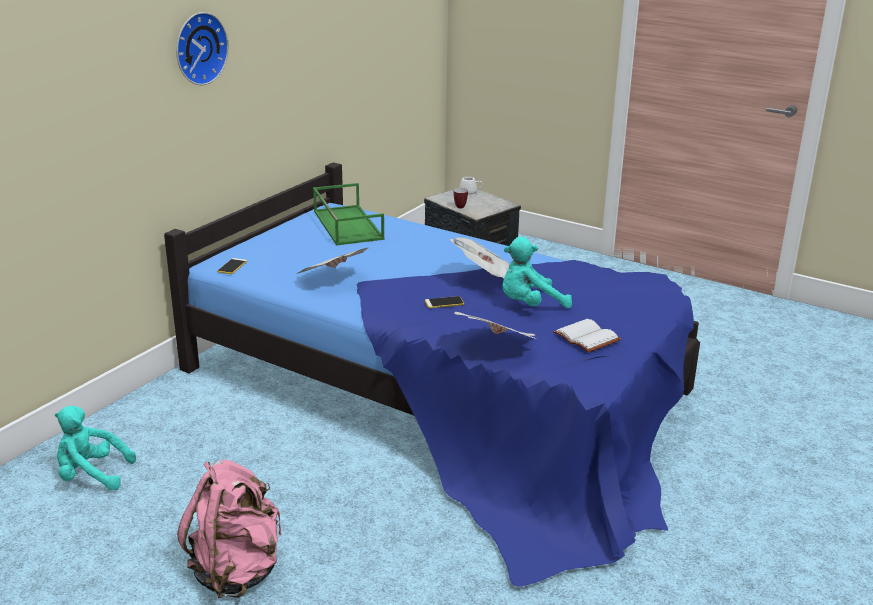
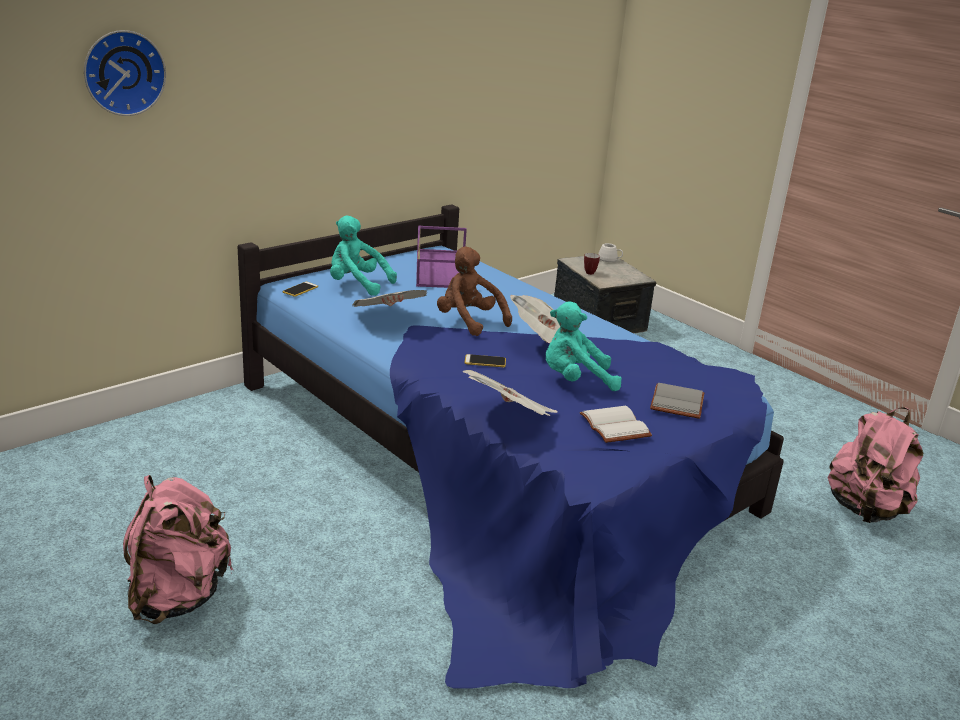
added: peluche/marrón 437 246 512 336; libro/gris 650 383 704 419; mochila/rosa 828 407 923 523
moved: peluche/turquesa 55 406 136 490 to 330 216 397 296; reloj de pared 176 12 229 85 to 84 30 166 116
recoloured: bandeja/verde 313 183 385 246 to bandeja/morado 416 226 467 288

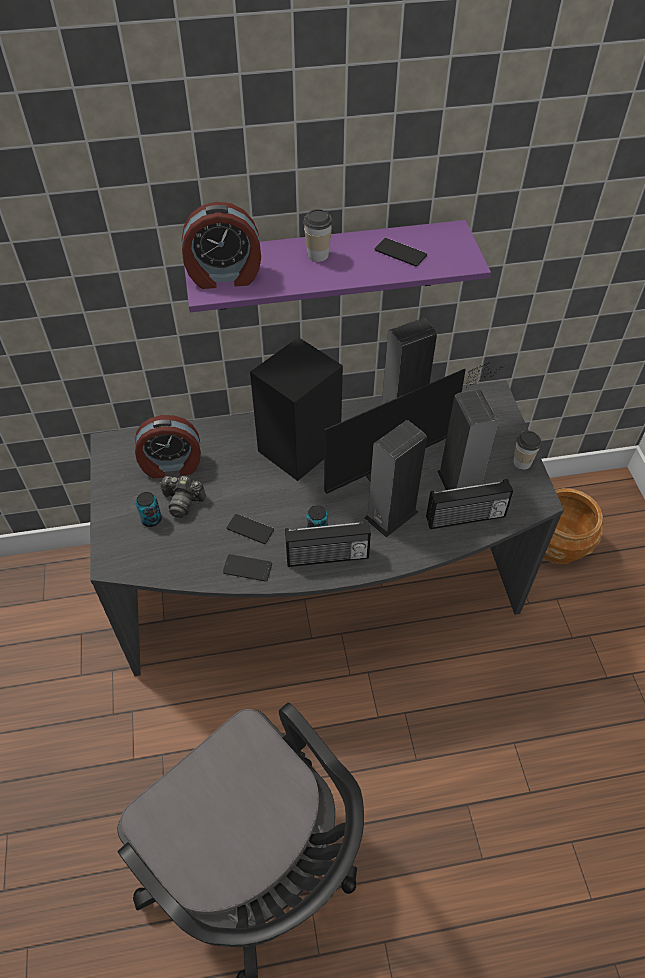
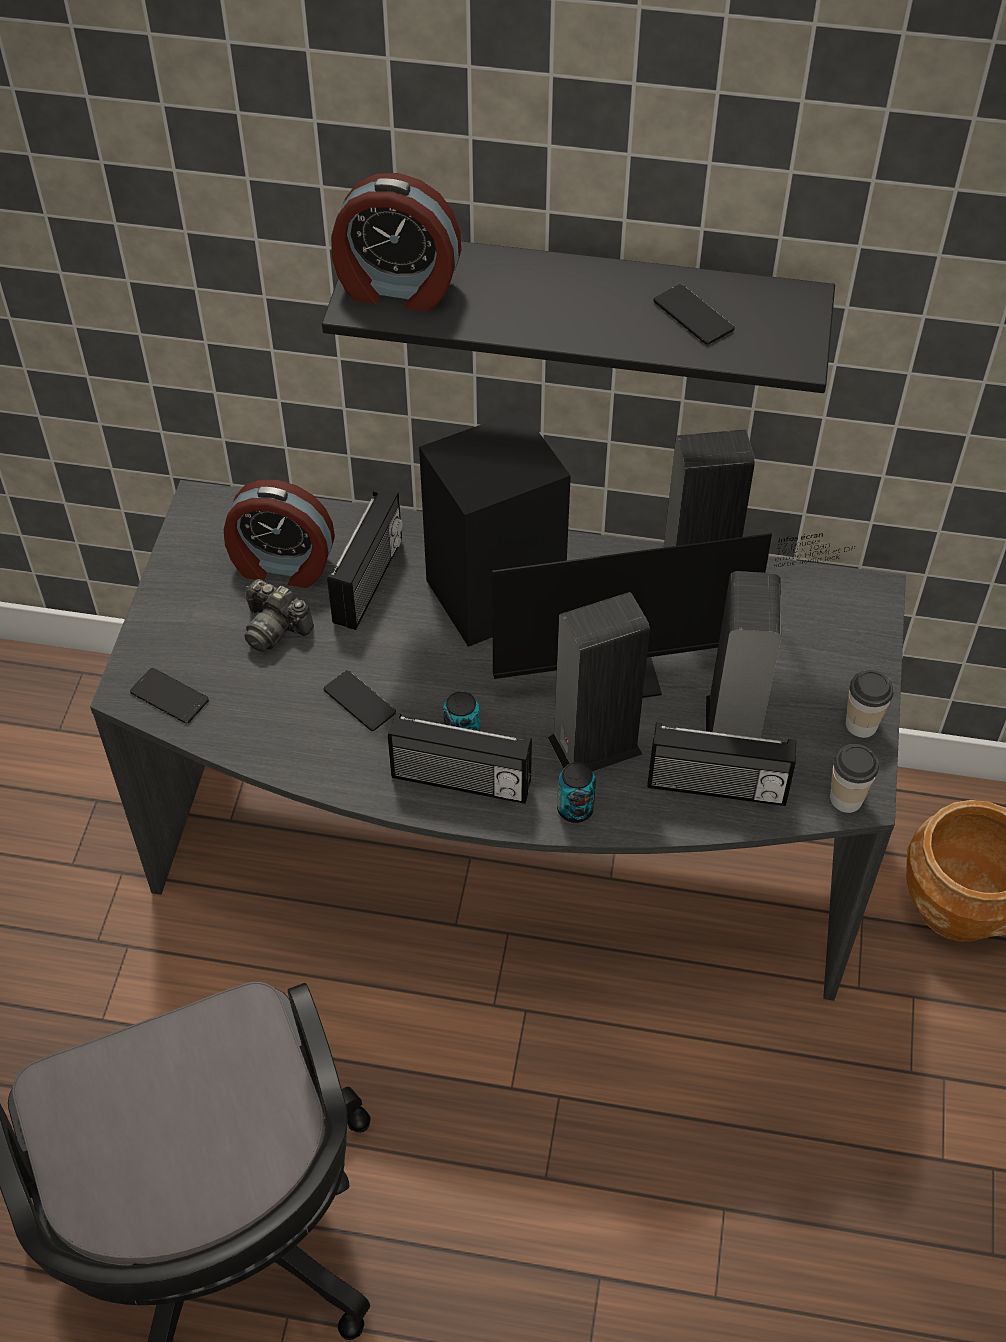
added: radio 327 487 403 630
moved: lata 136 492 162 527 to 557 762 596 823; móvil 223 554 272 581 to 130 668 209 724; taza 303 209 332 262 to 830 744 879 813
recoloured: estante/morado 184 220 491 312 to estante/negro 322 241 835 393

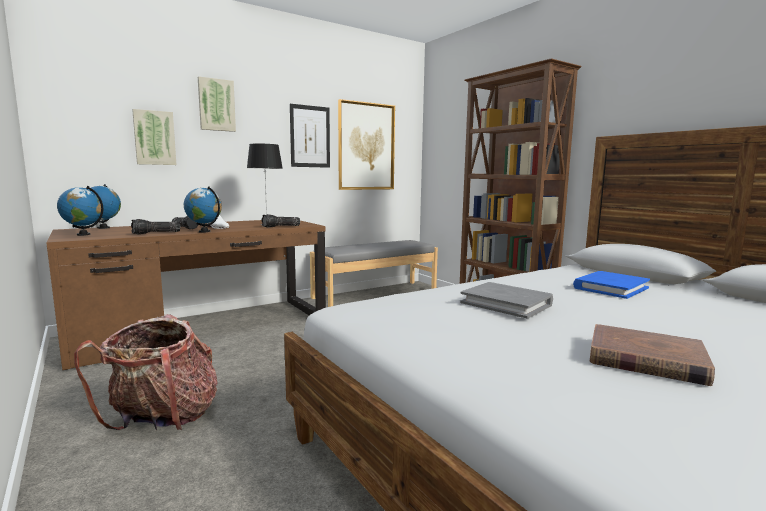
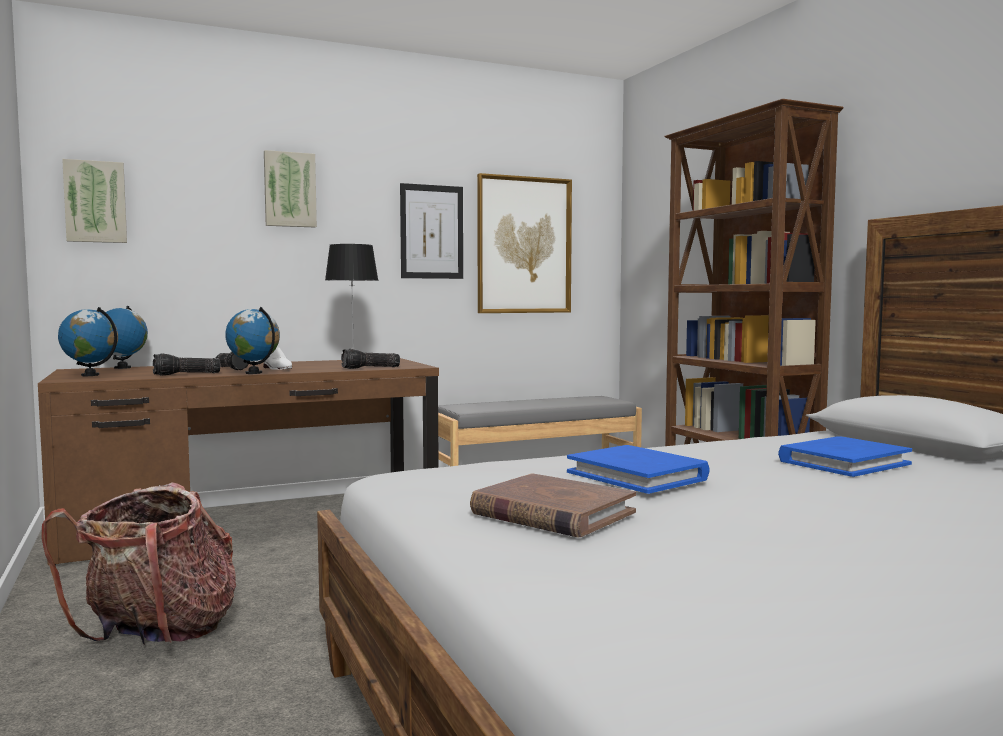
moved: cuadro 132 109 177 165 to 62 159 127 243; libro/marrón 590 324 715 386 to 470 473 636 537
recoloured: libro/gris 460 282 553 319 to libro/azul 567 445 709 494

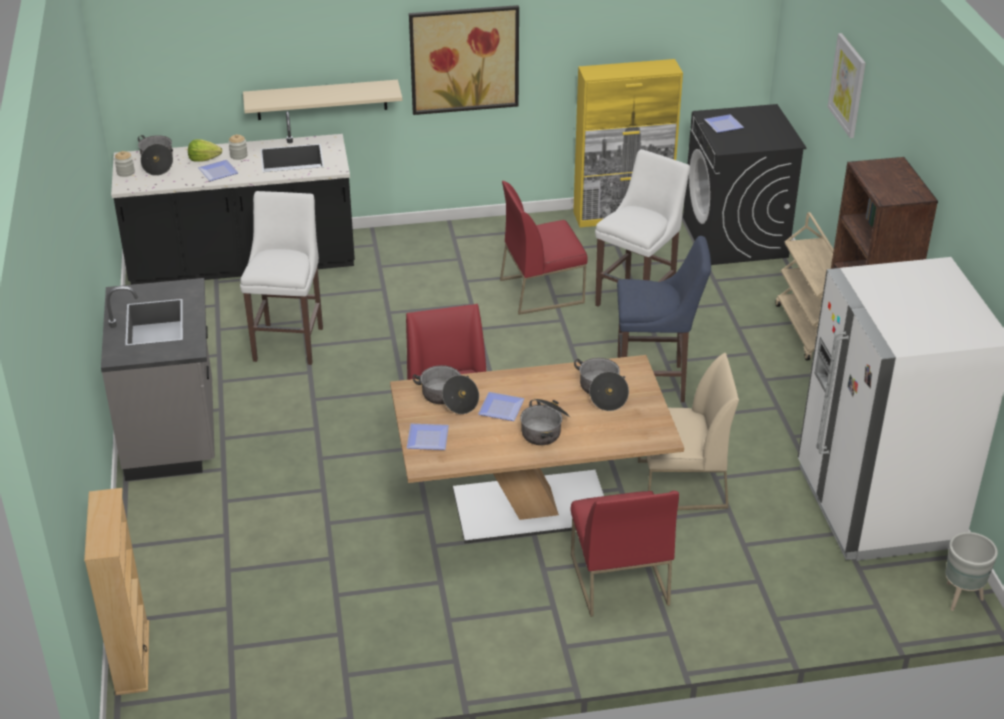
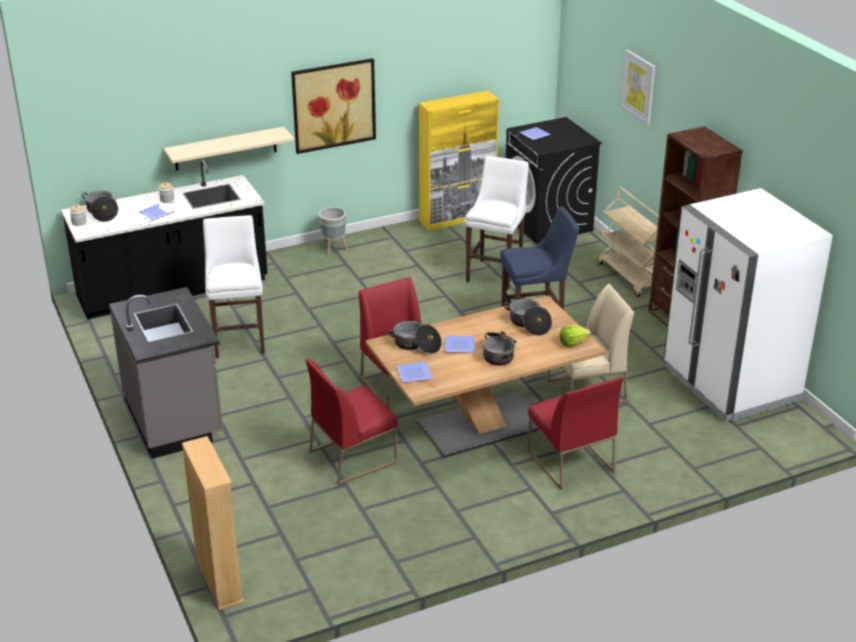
moved: lechuga 188 139 222 162 to 560 325 591 347; silla/rojo 500 181 587 315 to 305 359 398 485; maceta/gris 945 532 998 611 to 319 207 347 256

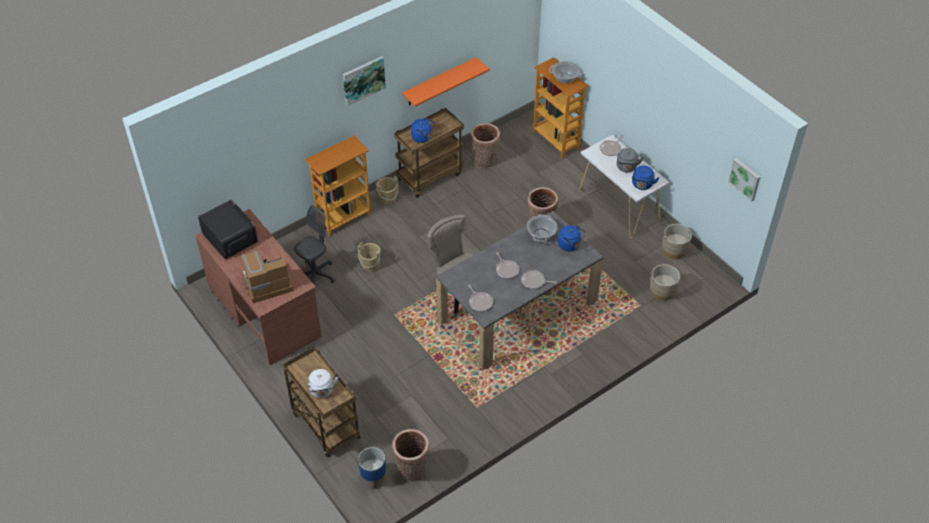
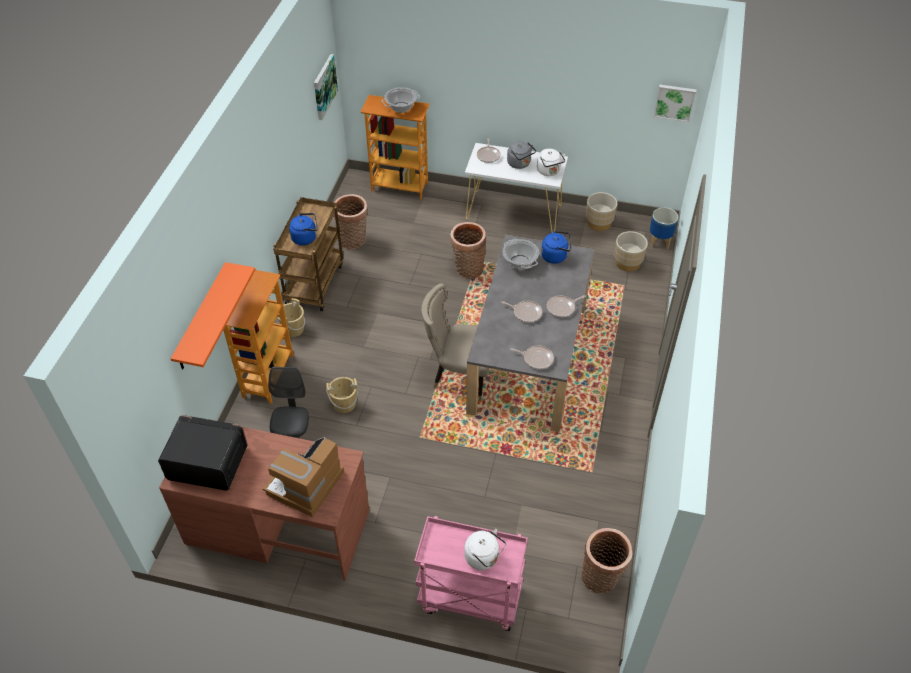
moved: cuadro 343 56 386 106 to 314 54 338 120; maceta 358 447 387 490 to 650 207 678 249; estante/naranja 402 57 490 107 to 170 262 255 370
recoloured: carrito/marrón 283 346 361 457 to carrito/rosa 414 516 528 631; hervidor/azul 632 165 659 190 to hervidor/blanco 537 149 565 176

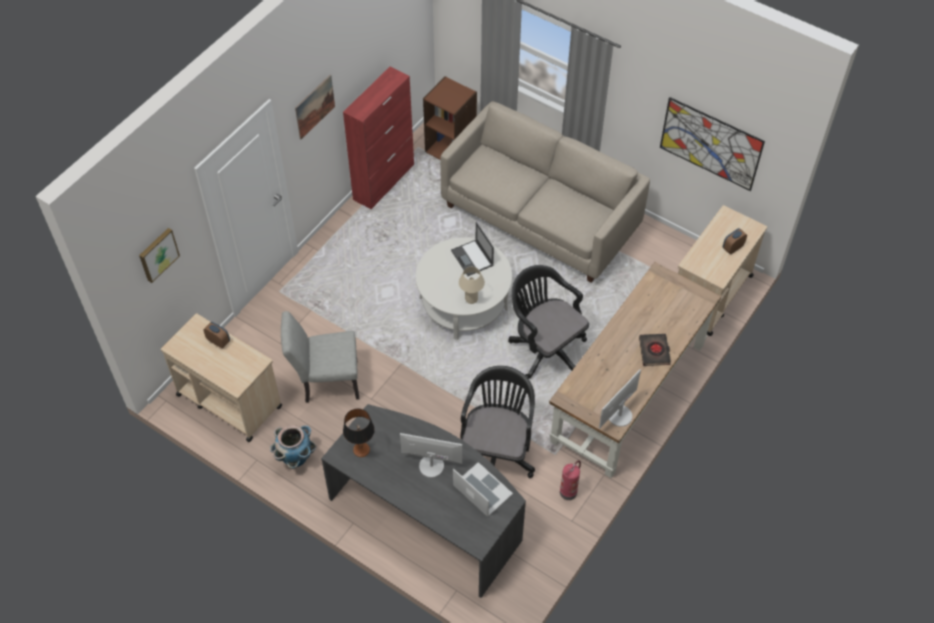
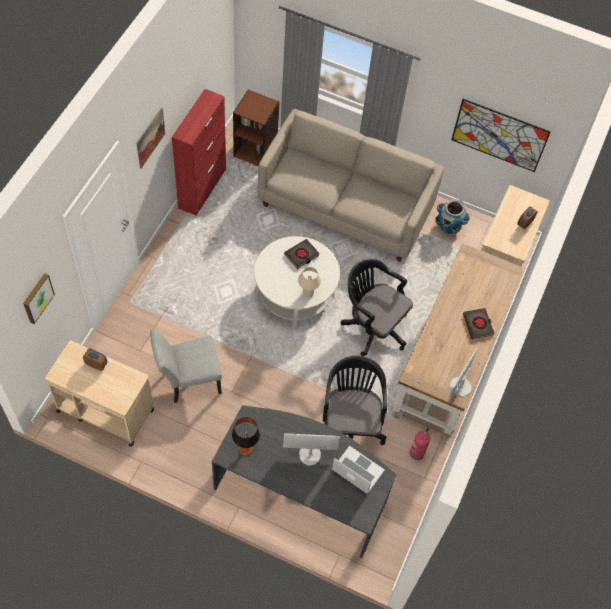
moved: maceta 270 425 317 469 to 435 199 470 234
replaced: portátil 451 222 494 276 to libro/negro 284 239 319 269

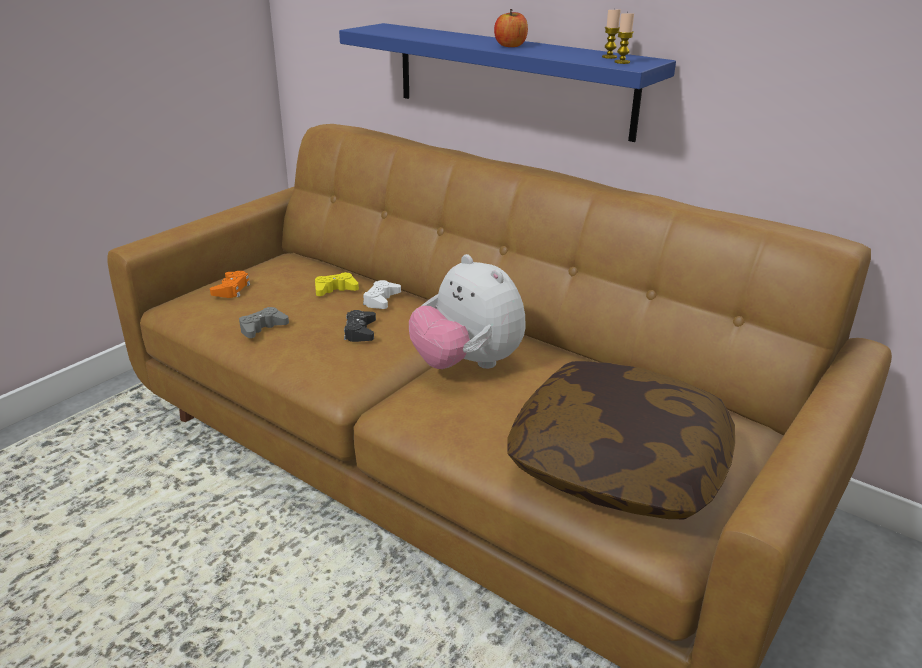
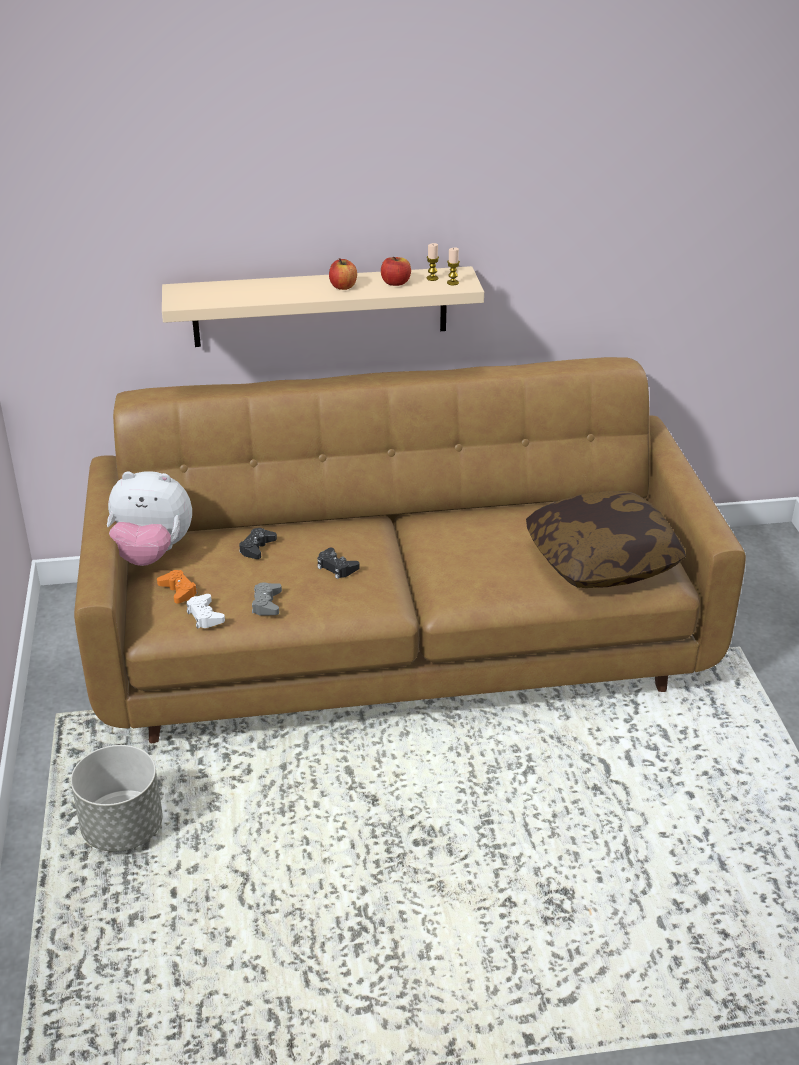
added: maceta/gris 71 745 163 852; manzana 381 257 411 286
moved: mando de consola/blanco 363 280 401 309 to 186 594 225 628; peluche 409 254 525 369 to 107 471 192 566
recoloured: mando de consola/amarillo 315 272 359 296 to mando de consola/negro 239 528 277 559; estante/azul 339 23 676 142 to estante/beis 162 266 484 347

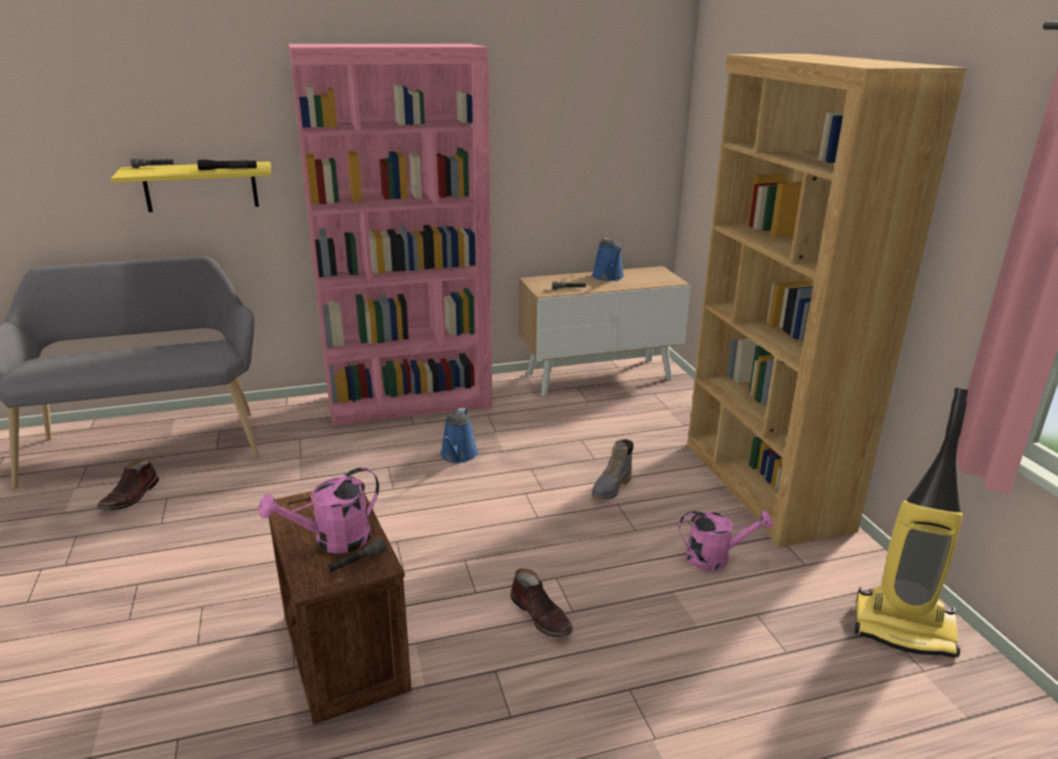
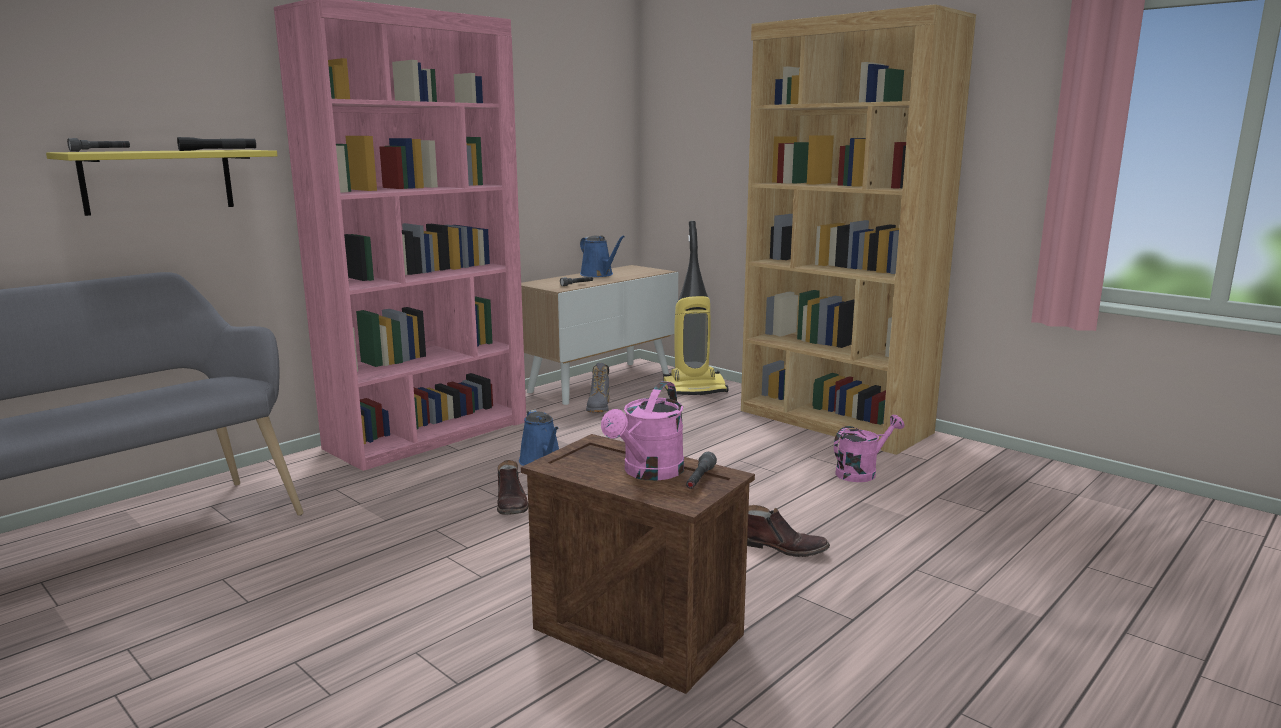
moved: bota/marrón 97 457 159 510 to 497 460 528 515; bota/gris 592 439 633 500 to 586 363 609 413; aspiradora 855 388 968 658 to 663 221 728 395

